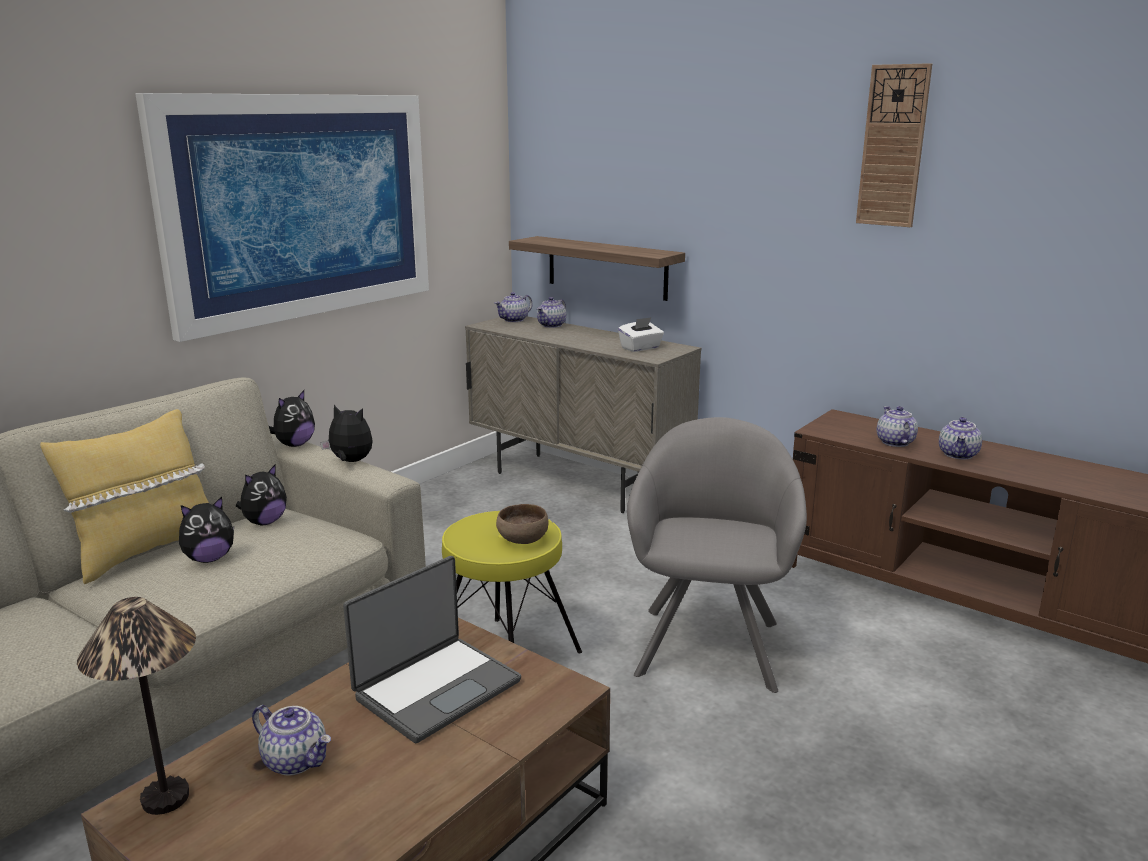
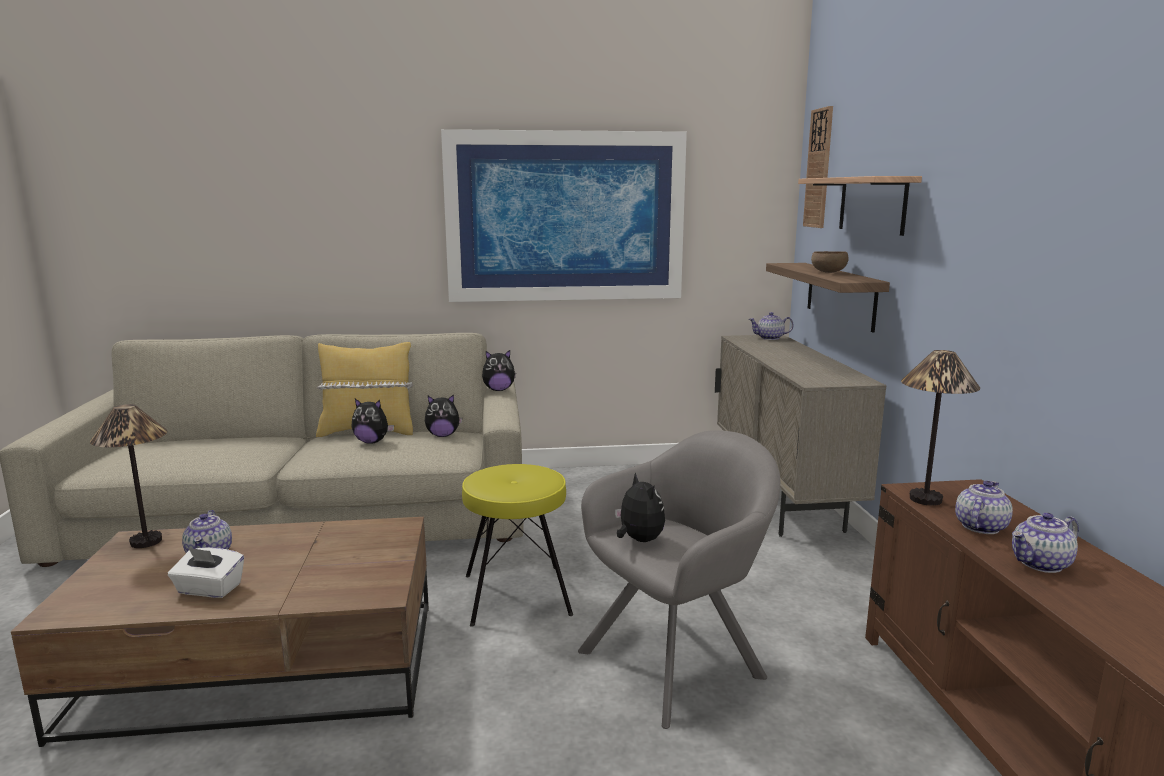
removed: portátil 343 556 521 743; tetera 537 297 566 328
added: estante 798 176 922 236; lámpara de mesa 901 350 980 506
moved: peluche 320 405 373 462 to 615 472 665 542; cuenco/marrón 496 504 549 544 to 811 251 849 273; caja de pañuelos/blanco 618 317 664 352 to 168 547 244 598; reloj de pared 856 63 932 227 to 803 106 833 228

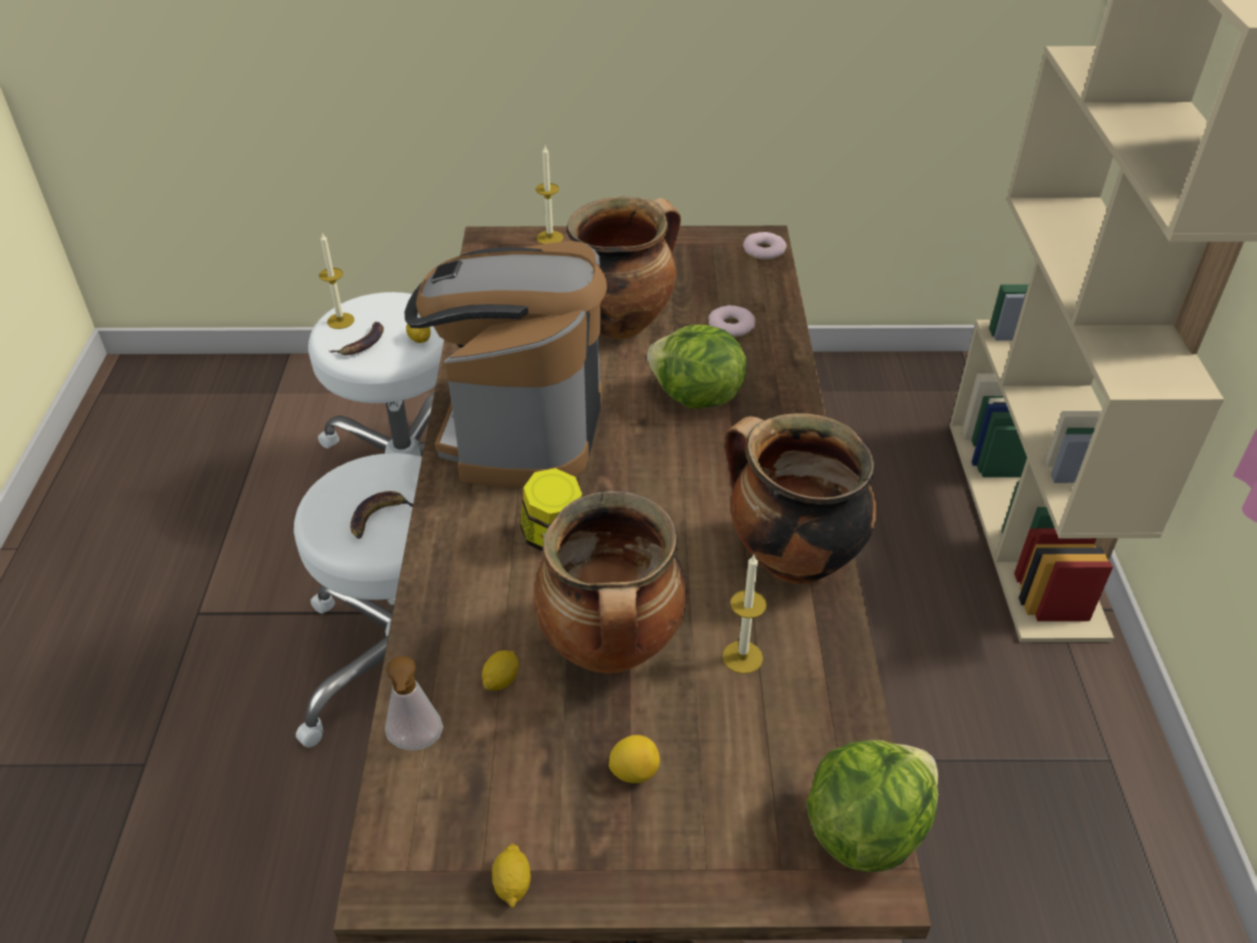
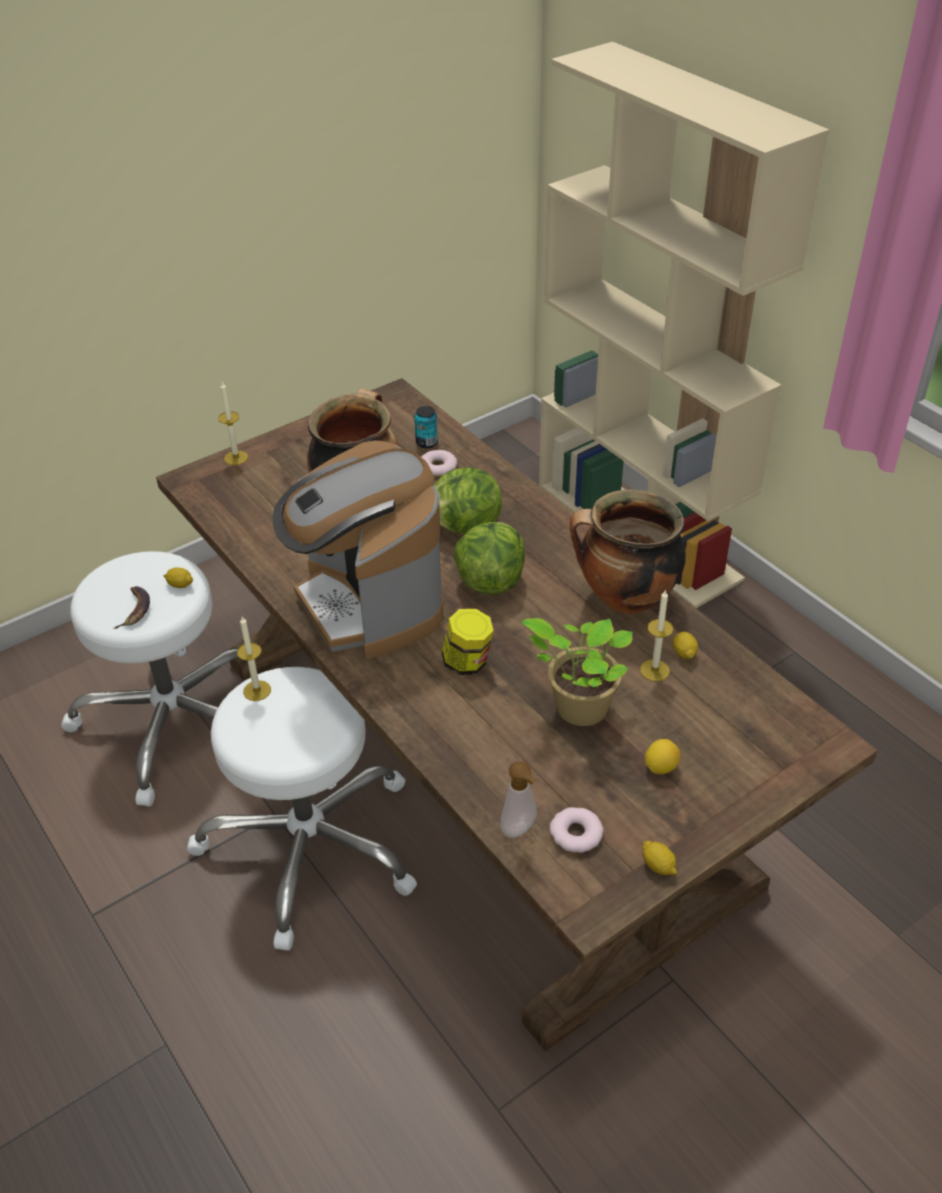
removed: plátano 350 491 413 539
added: lata 414 406 438 448
moved: vela 319 232 355 329 to 237 617 271 701; limón 482 650 519 690 to 673 632 698 659; rosquilla 743 232 787 260 to 550 807 604 853; lechuga 807 740 938 872 to 454 522 525 594
replaced: olla 534 491 687 673 to planta en maceta 522 618 633 726

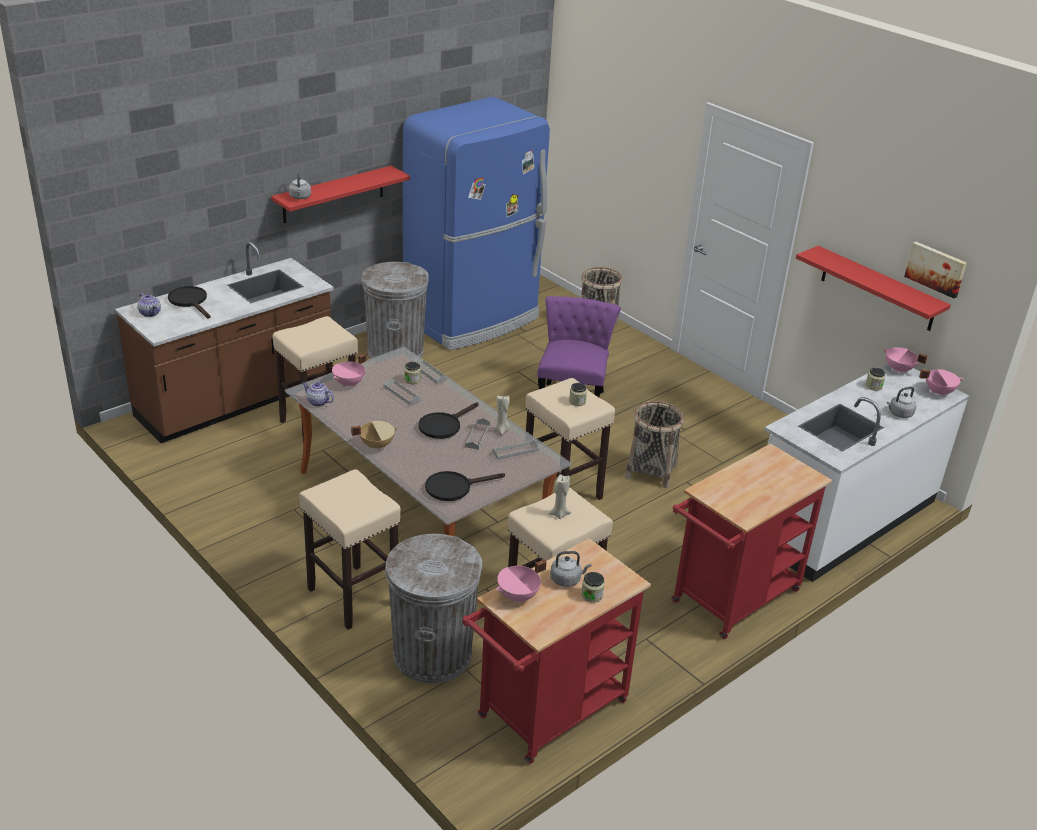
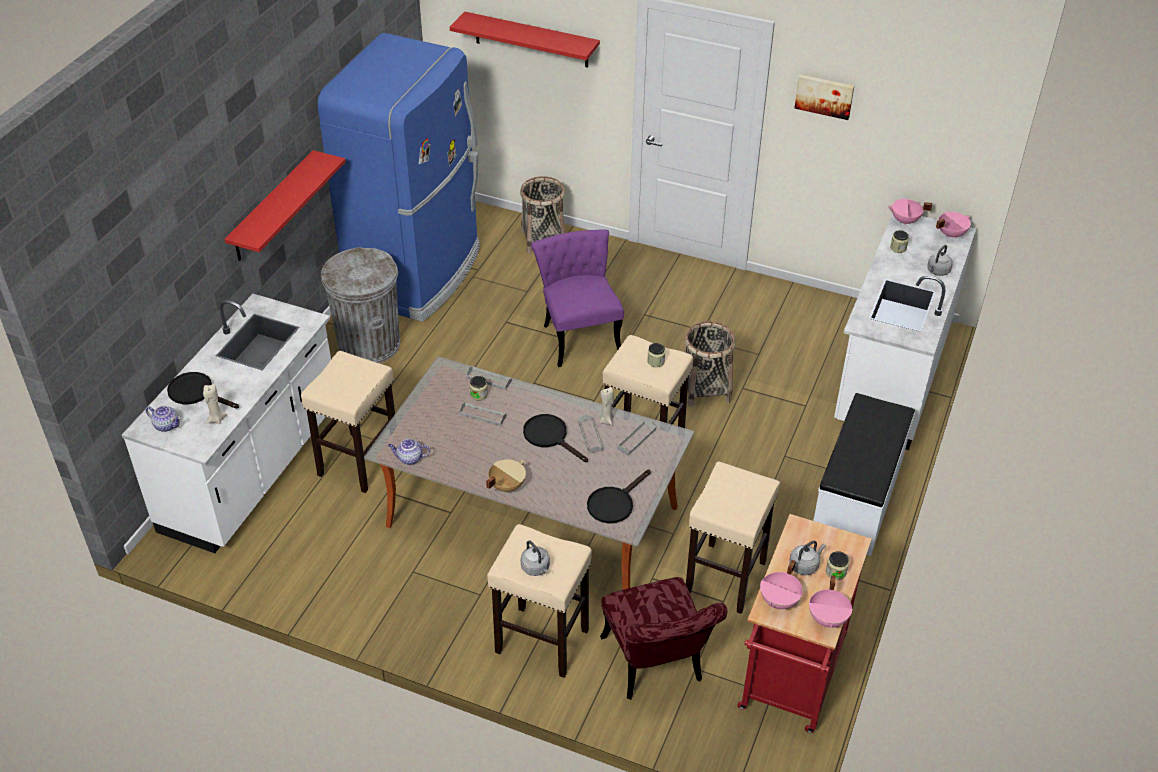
moved: hervidor/gris 289 170 311 199 to 521 540 550 576; olla/rosa 332 353 366 387 to 809 575 852 628; vela/beis 548 475 571 519 to 203 384 227 424; estante/rojo 796 246 951 331 to 450 12 600 68; cuadro 904 242 967 298 to 794 75 854 120
replaced: papelera/gris 385 534 482 684 to silla/rojo 600 577 728 700; carrito/rojo 671 444 832 639 to banco/blanco 813 393 915 556
recoloured: mueble bajo de cocina/marrón 115 242 334 443 to mueble bajo de cocina/blanco 122 294 331 553
turned: sartén/negro 419 402 479 439 = 523 414 588 462 120 degrees clockwise

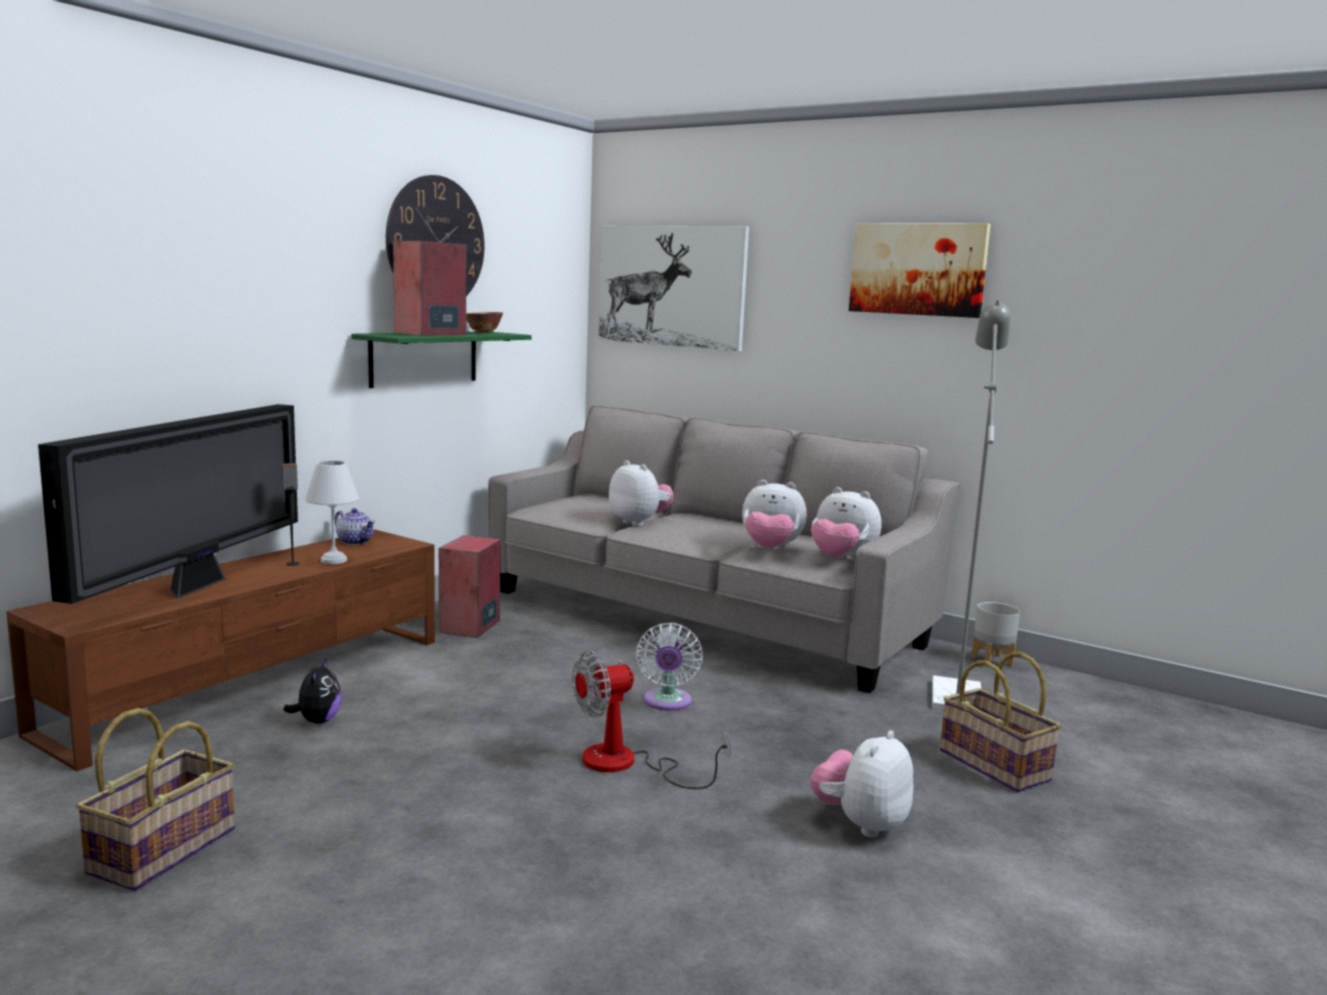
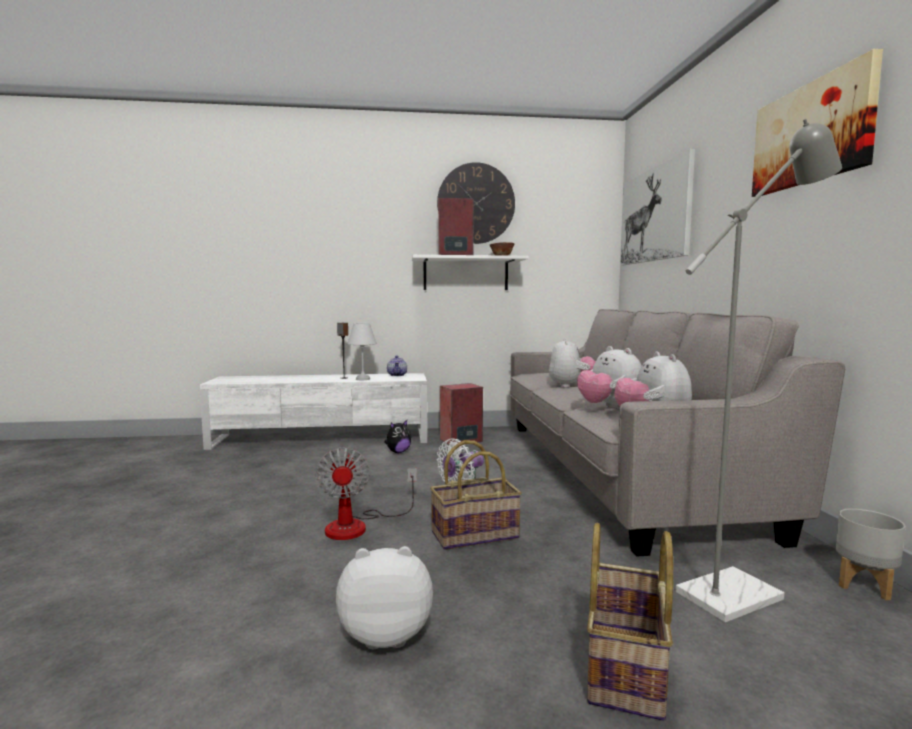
removed: televisor 38 404 298 604
moved: cesta 76 708 235 891 to 430 440 522 550; peluche 283 658 342 724 to 384 420 411 453
recoloured: mueble de televisión/marrón 6 530 435 772 to mueble de televisión/blanco 200 373 427 450; estante/verde 351 332 532 388 to estante/blanco 412 255 529 290
turned: ventilador 572 651 731 789 = 315 447 417 540 120 degrees counterclockwise

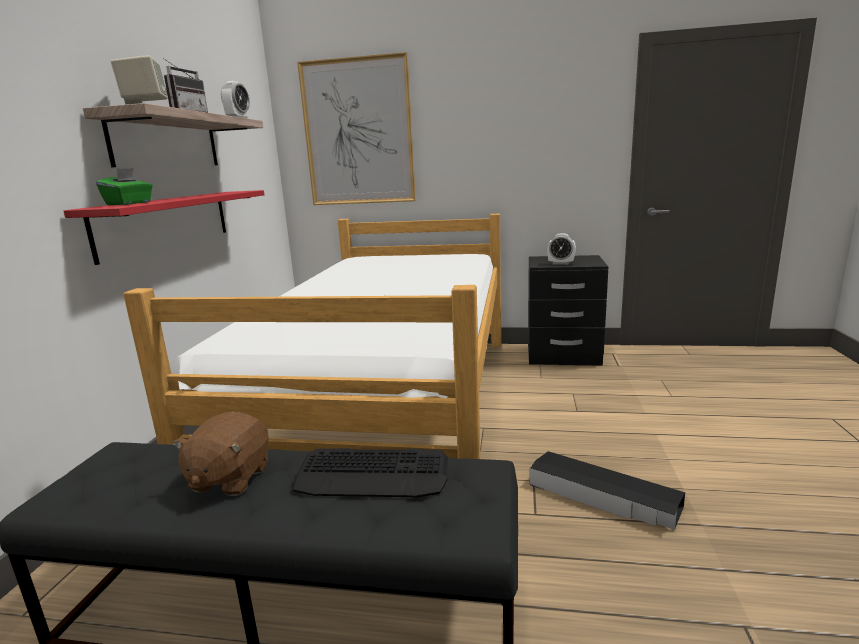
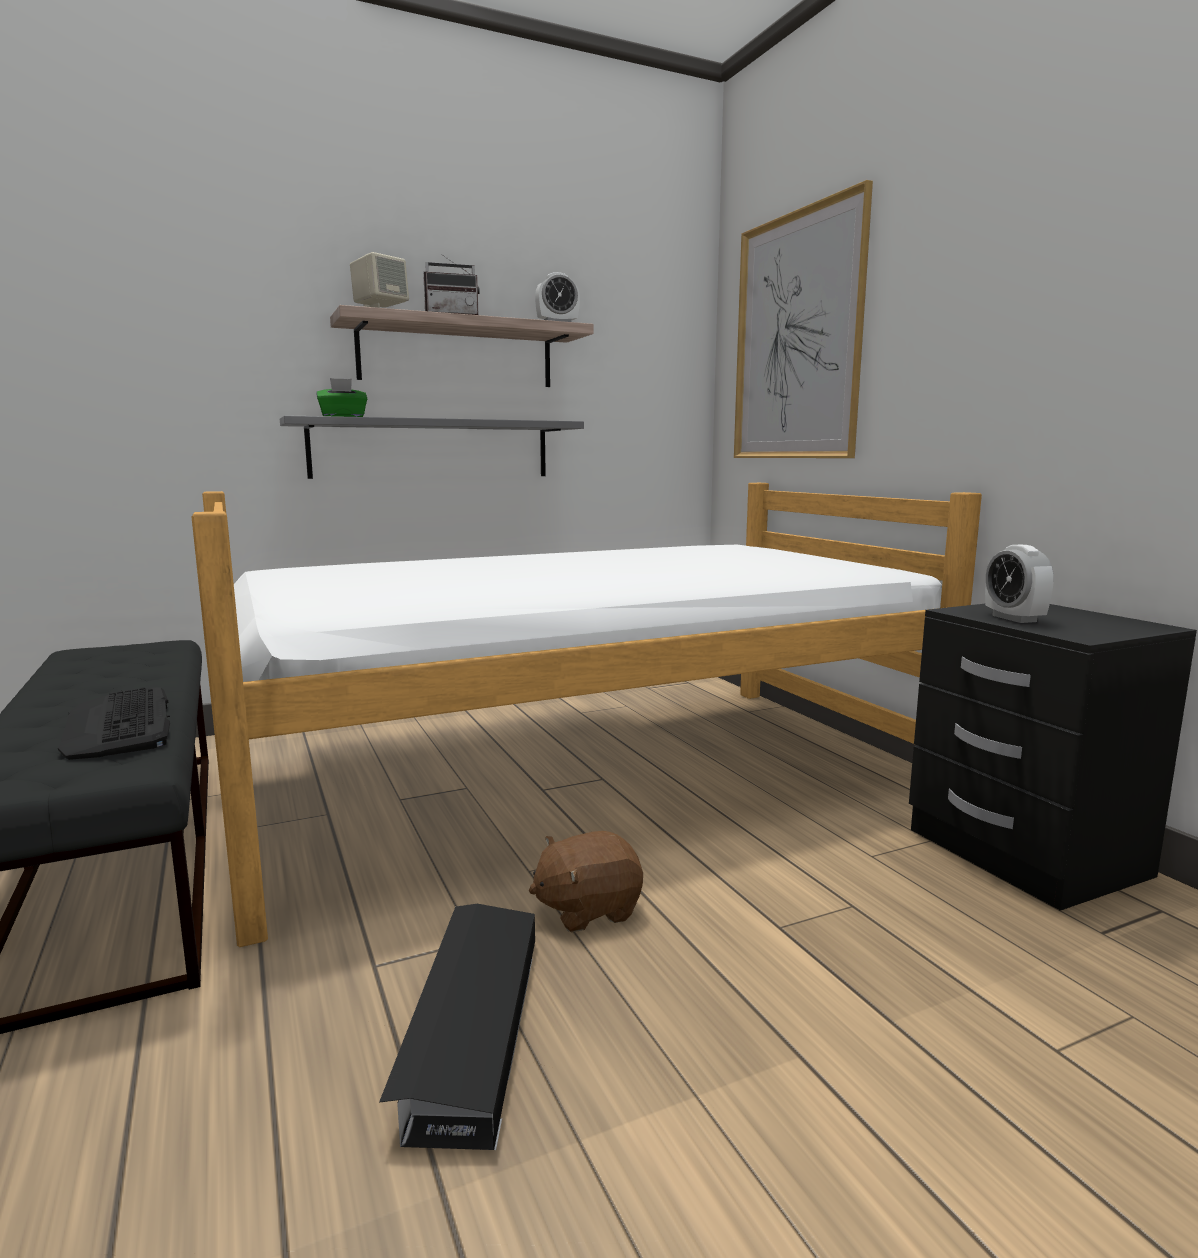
moved: peluche/marrón 172 411 269 496 to 529 831 643 932
recoloured: estante/rojo 64 190 264 265 to estante/gris 280 415 584 479

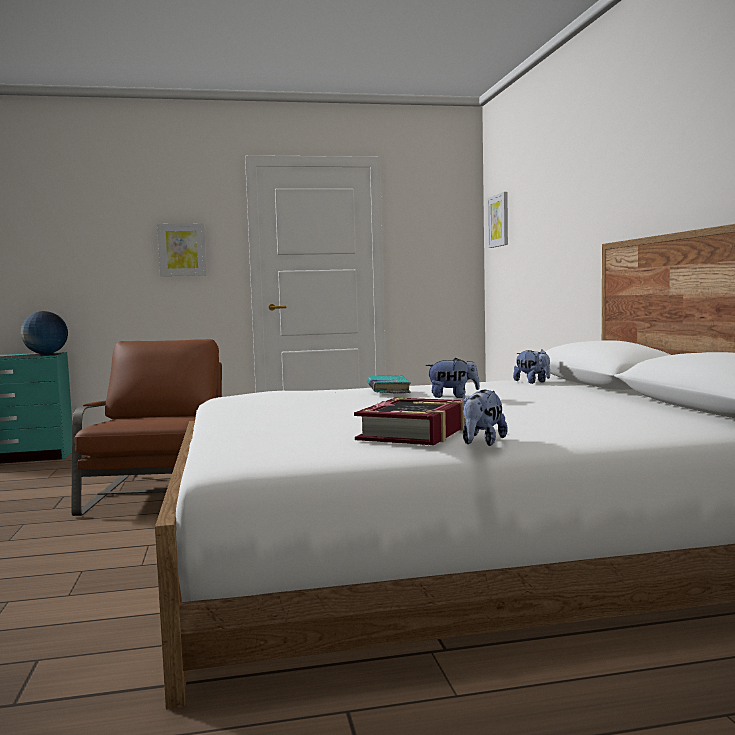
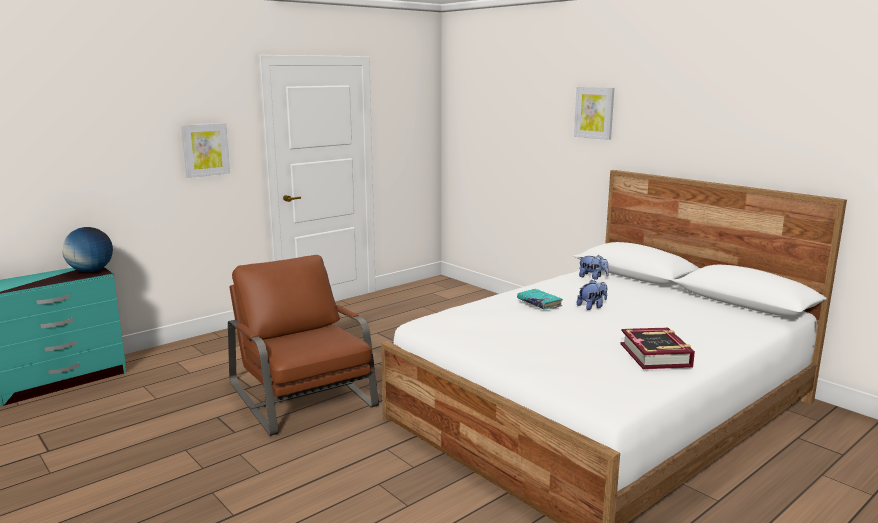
removed: peluche 463 390 508 446
moved: cuadro 488 192 508 248 to 574 87 614 140

